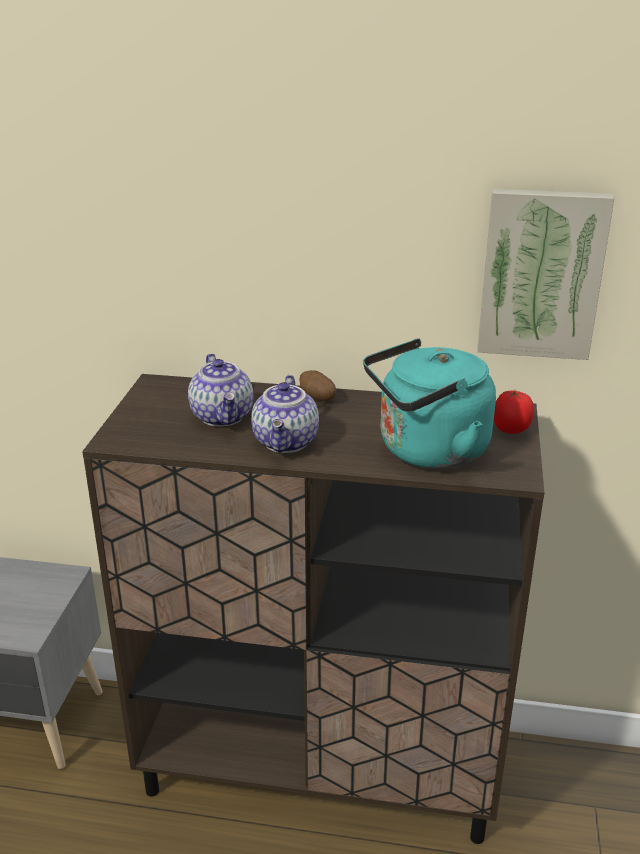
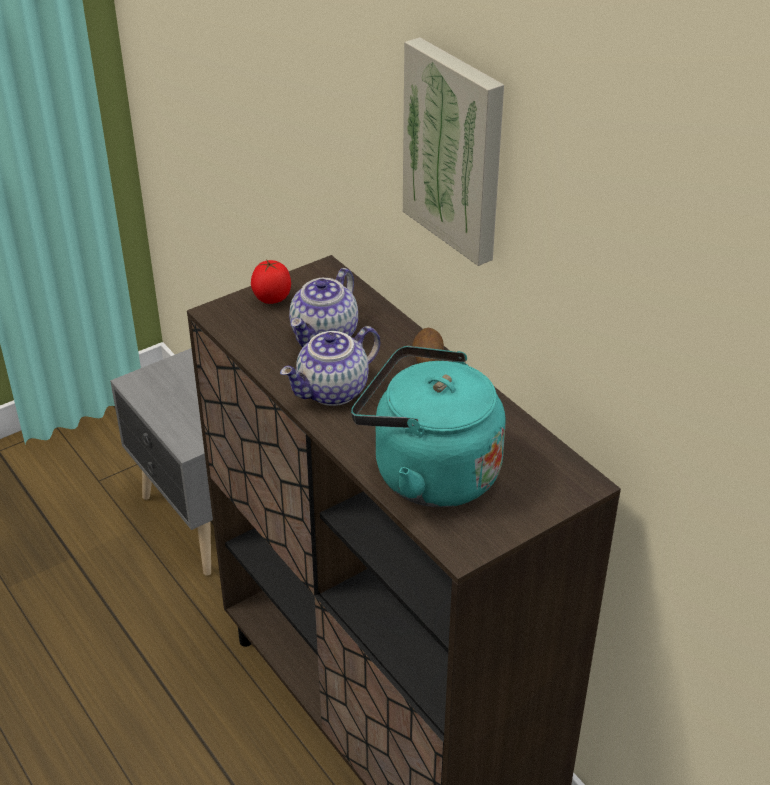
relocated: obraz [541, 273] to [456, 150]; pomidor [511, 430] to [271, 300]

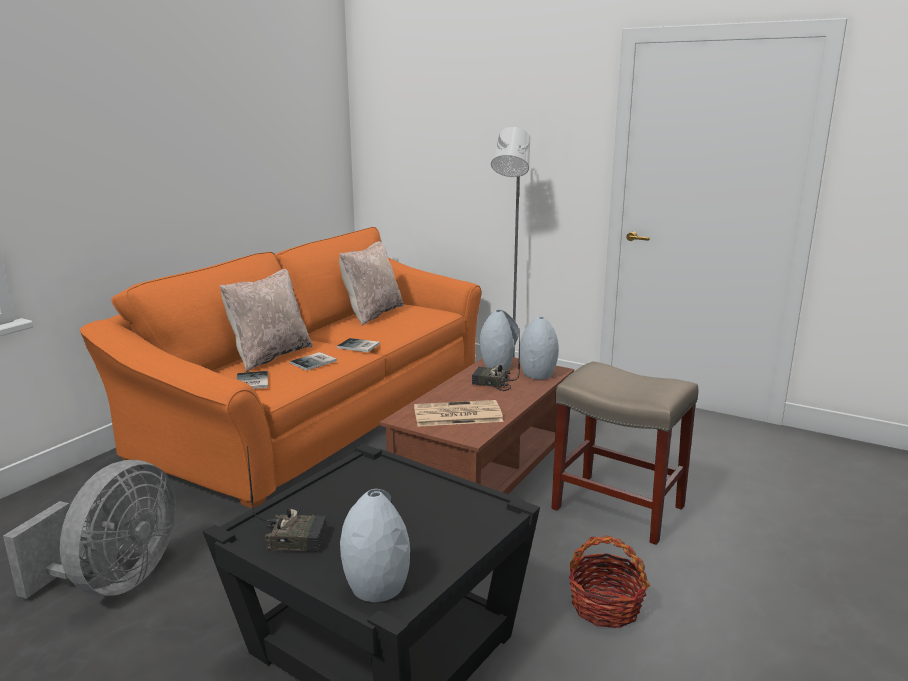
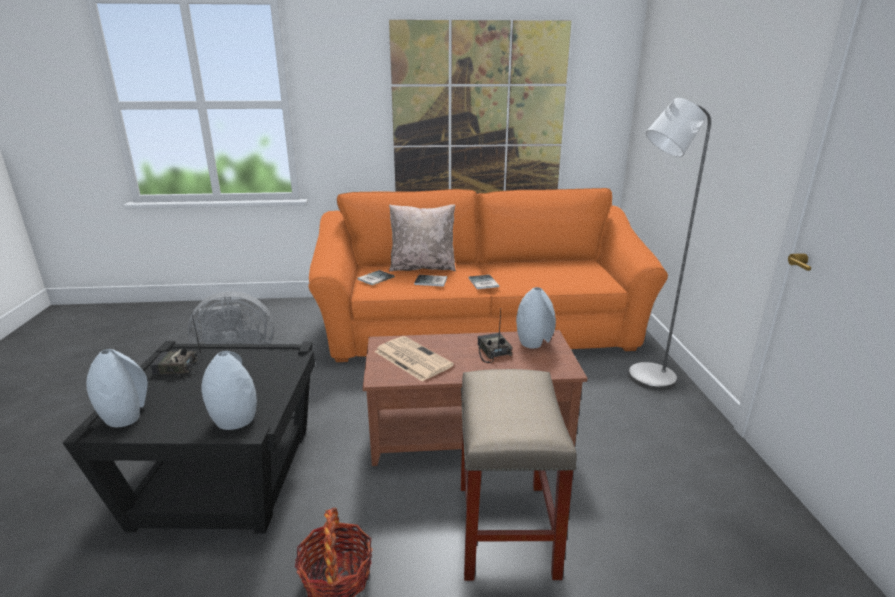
missing: poduszka/beżowy [372, 314]
appeared: obraz [478, 115]
relocated: wazon/szary [537, 375] to [234, 419]
spun: radio [296, 537] = [176, 369] 120 degrees clockwise

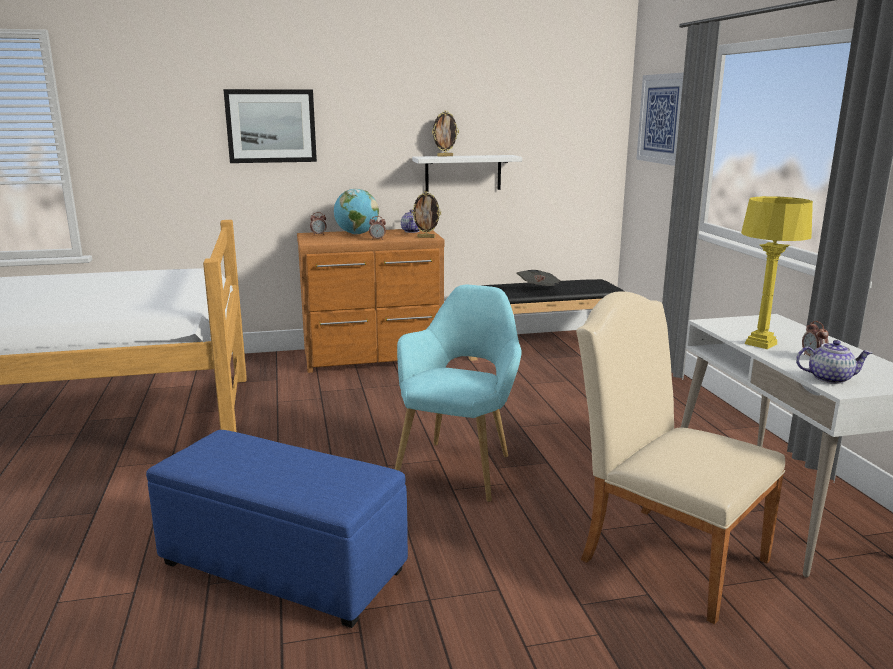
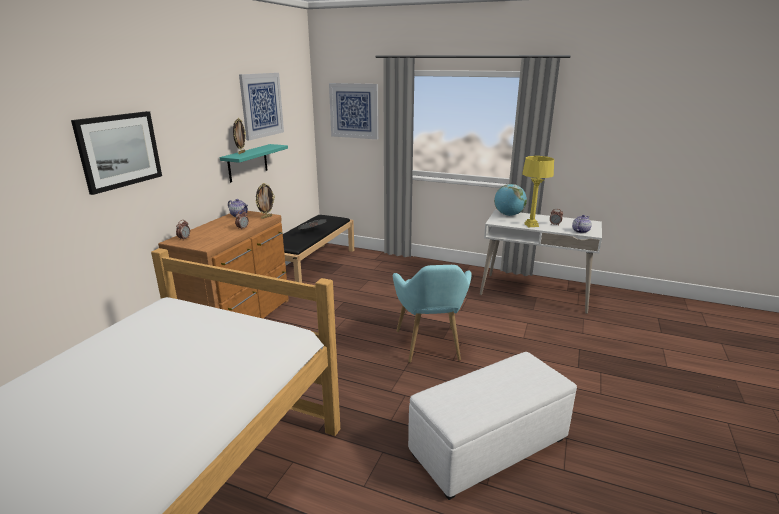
missing: krzesło/beżowy [663, 554]
appeared: obraz [261, 105]
relocated: globus [356, 234] to [508, 215]
colour: pufa/niebieski [284, 567] to pufa/biały [489, 446]; półka/biały [463, 173] to półka/turkusowy [247, 163]
spun: fotel/turkusowy [459, 466] = [430, 348] 150 degrees counterclockwise

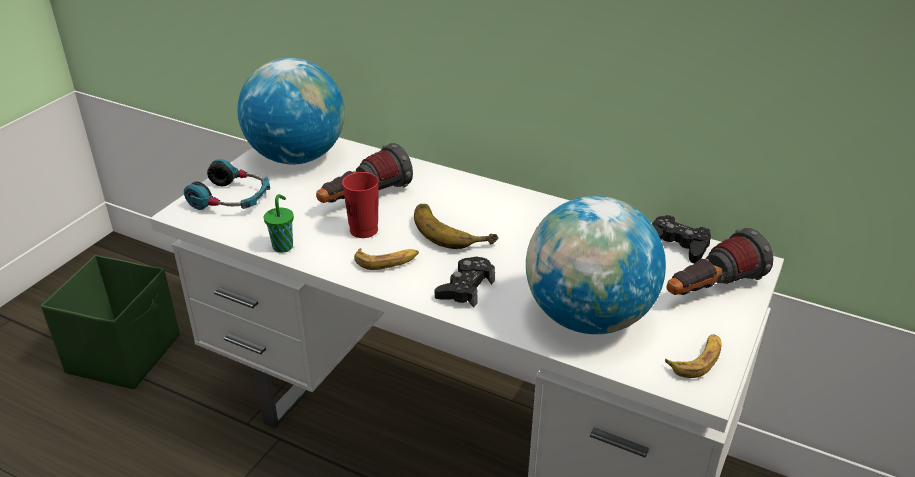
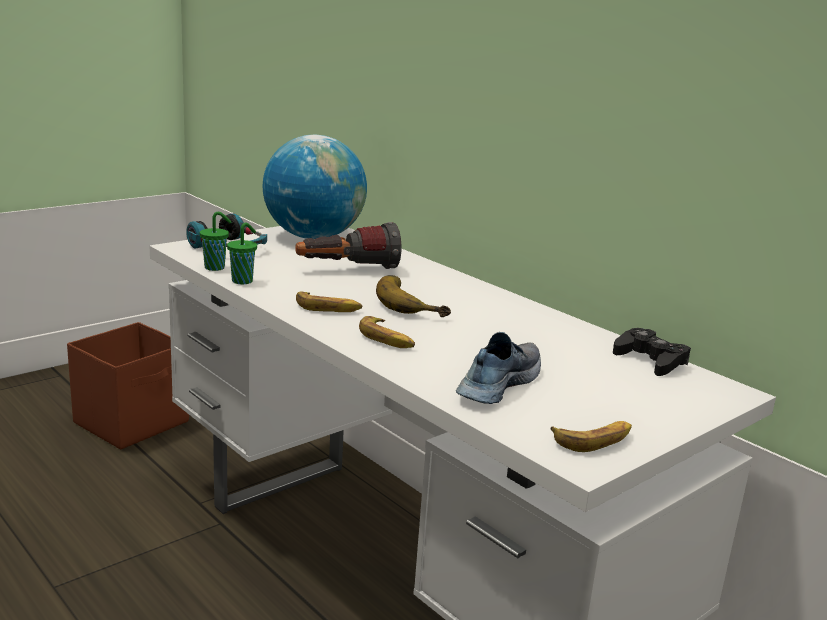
missing: filiżanka/czerwony [363, 230]; latarka [710, 290]
appeared: filiżanka/zielony [216, 268]
exchanged: pad do gier/czarny [465, 288] to banan [387, 339]; globus [587, 317] to but [496, 384]
colour: pojemnik do przechowywania/zielony [126, 353] to pojemnik do przechowywania/brązowy [133, 422]

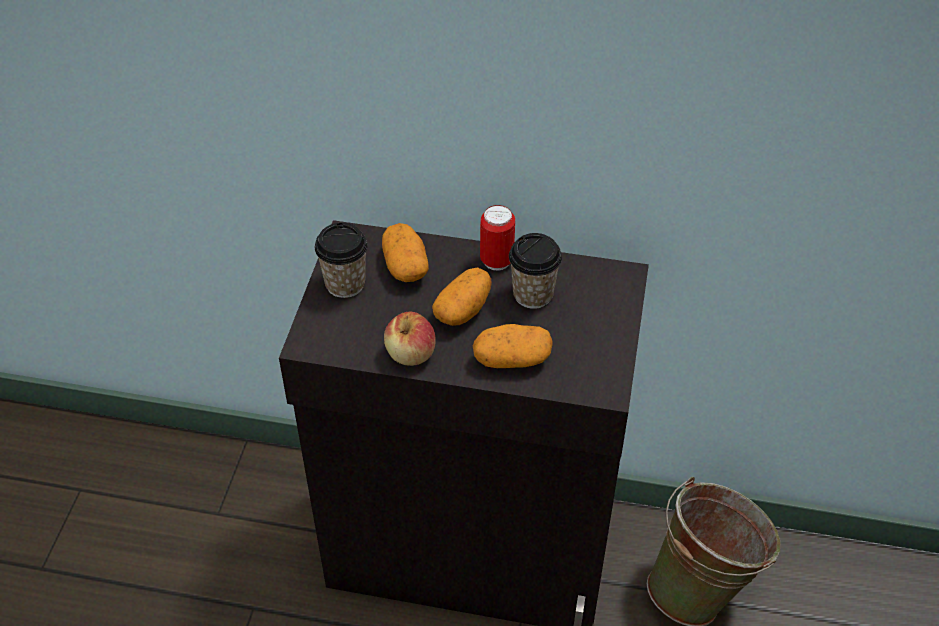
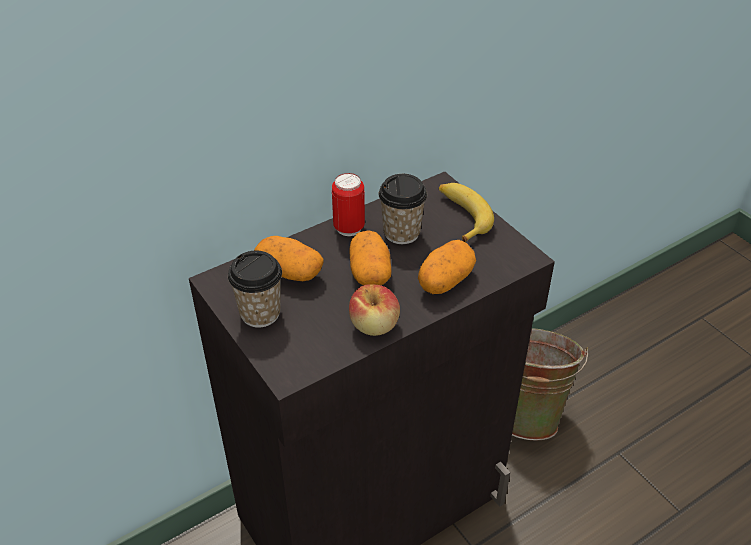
appeared: banan [461, 216]

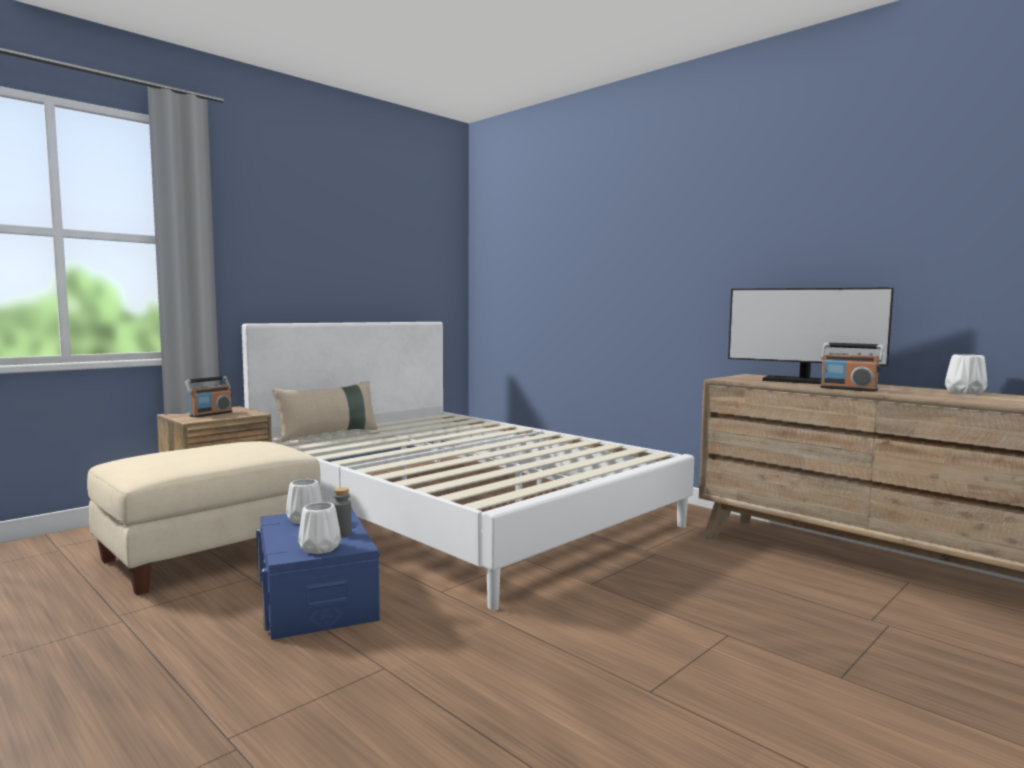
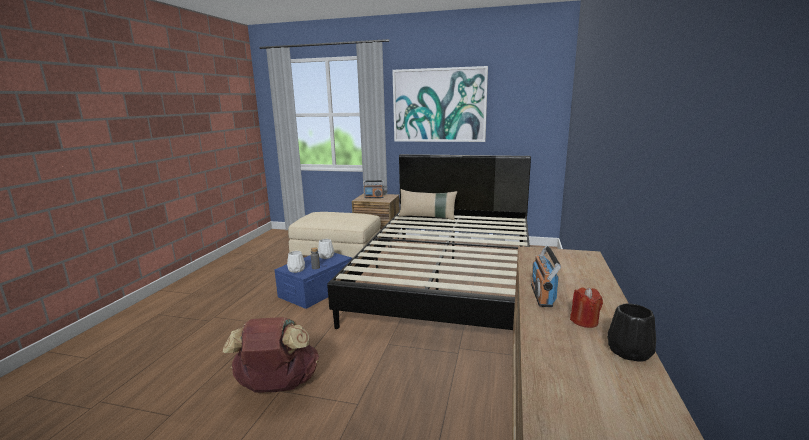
missing: monitor [803, 381]
appeared: plecak/brązowy [277, 386]; obraz [439, 105]; świeca/czerwony [584, 321]
colour: łóżko/biały [456, 510] to łóżko/czarny [448, 279]; wazon/biały [965, 392] to wazon/czarny [630, 352]

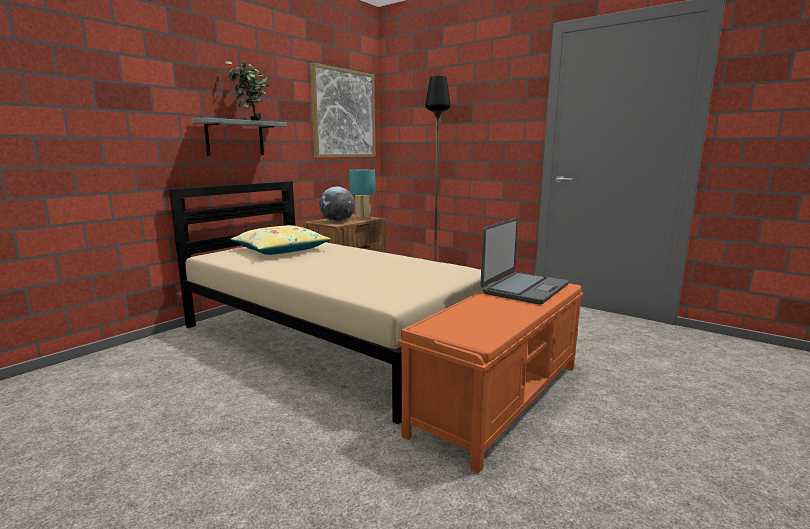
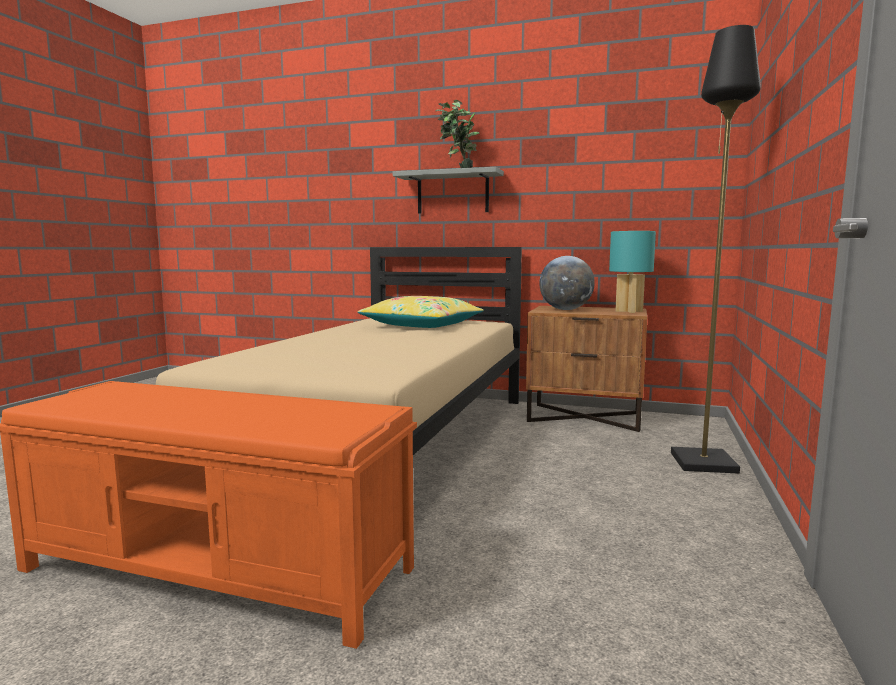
missing: obraz [344, 114]; laptop [524, 289]

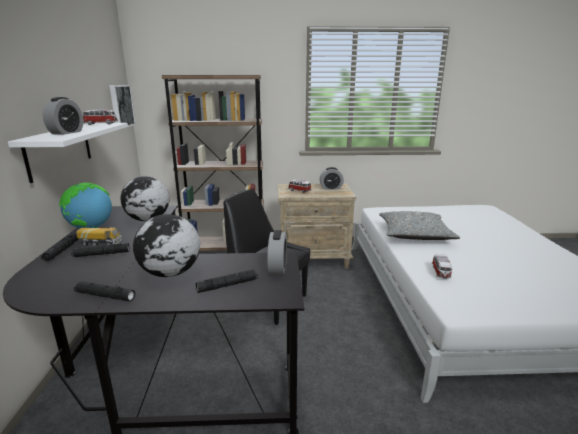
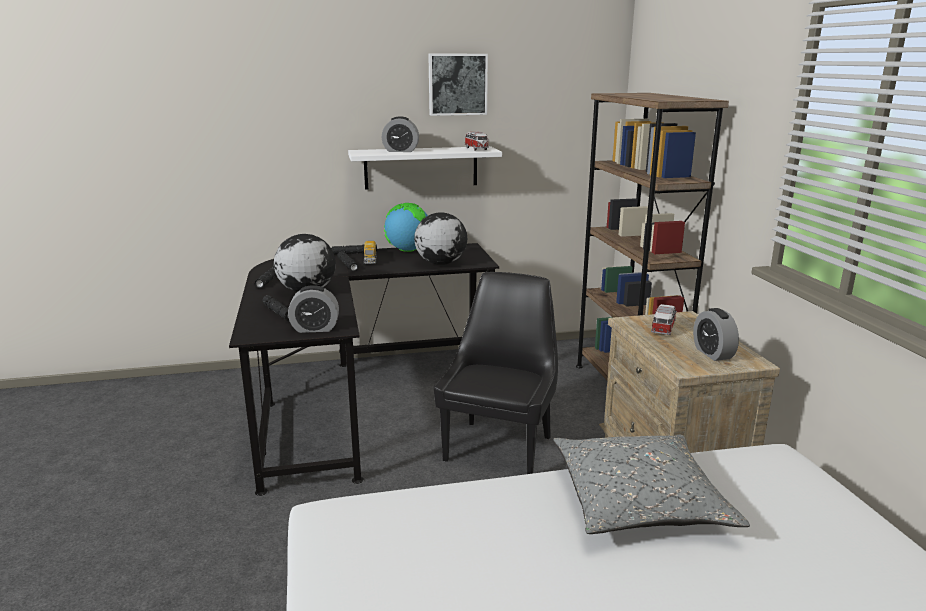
missing: samochodzik [441, 272]
relocated: obraz [120, 106] to [457, 84]

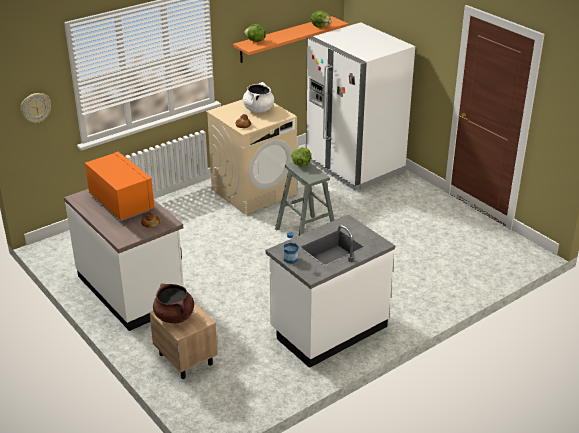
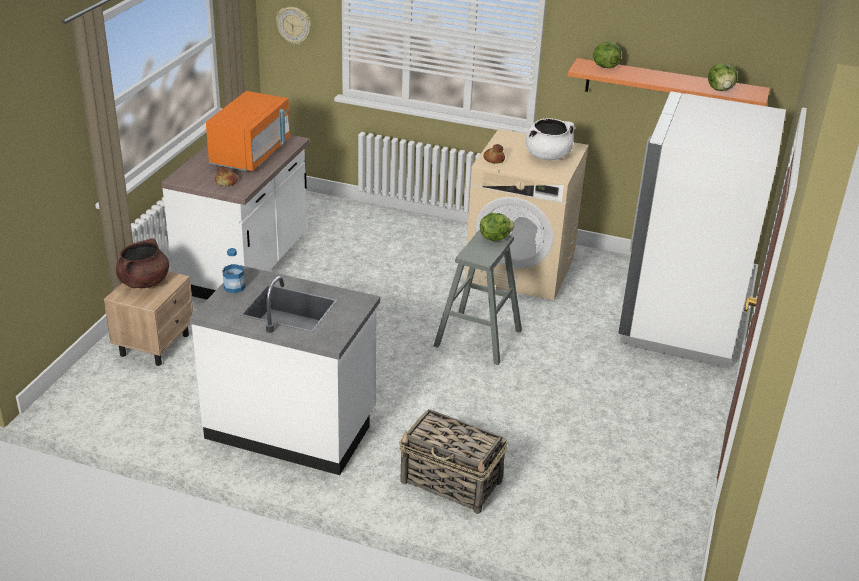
appeared: koszyk [452, 482]

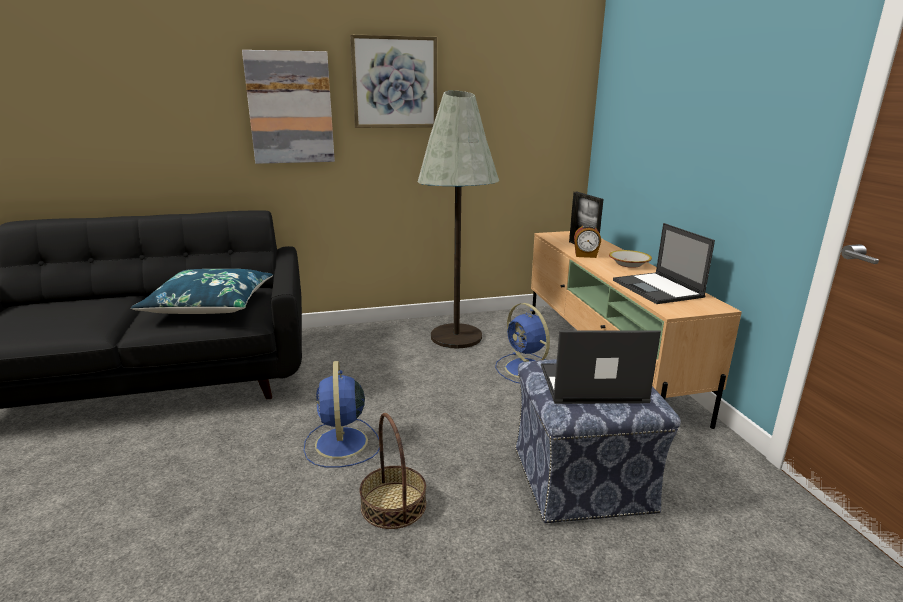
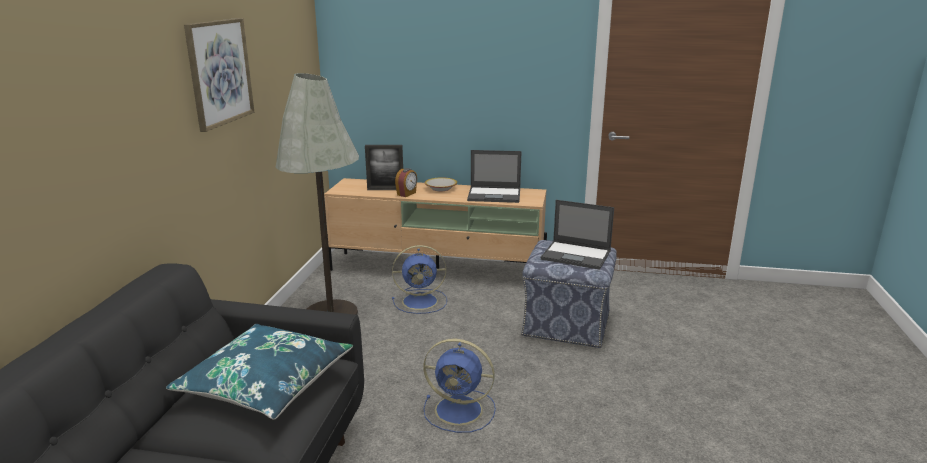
missing: obraz [290, 108]; koszyk [393, 505]
spun: laptop [590, 384] = [577, 255] 90 degrees counterclockwise

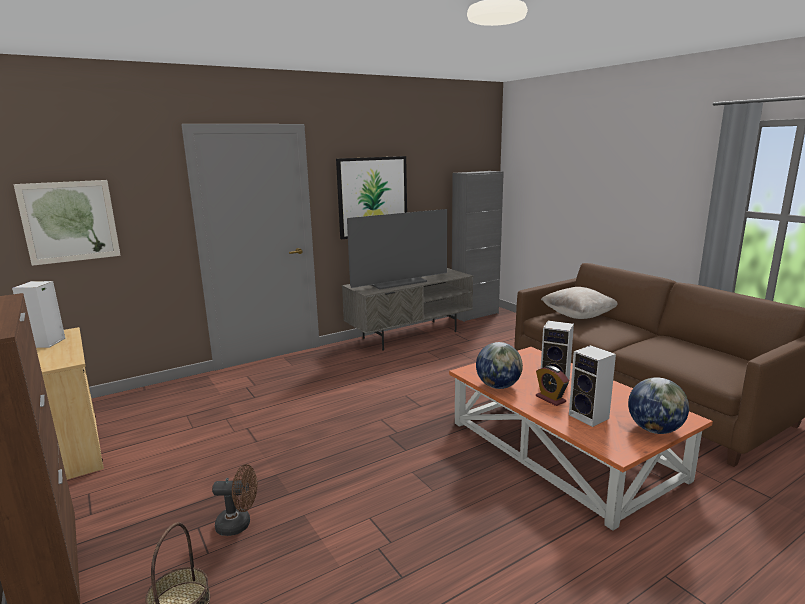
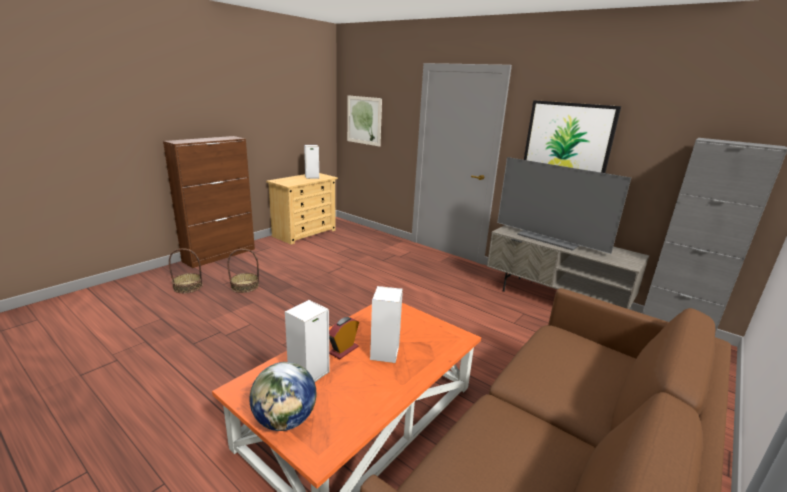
missing: globus [498, 386]; poduszka/beżowy [578, 316]
exchanged: wentylator/brązowy [239, 524] to koszyk [245, 286]

